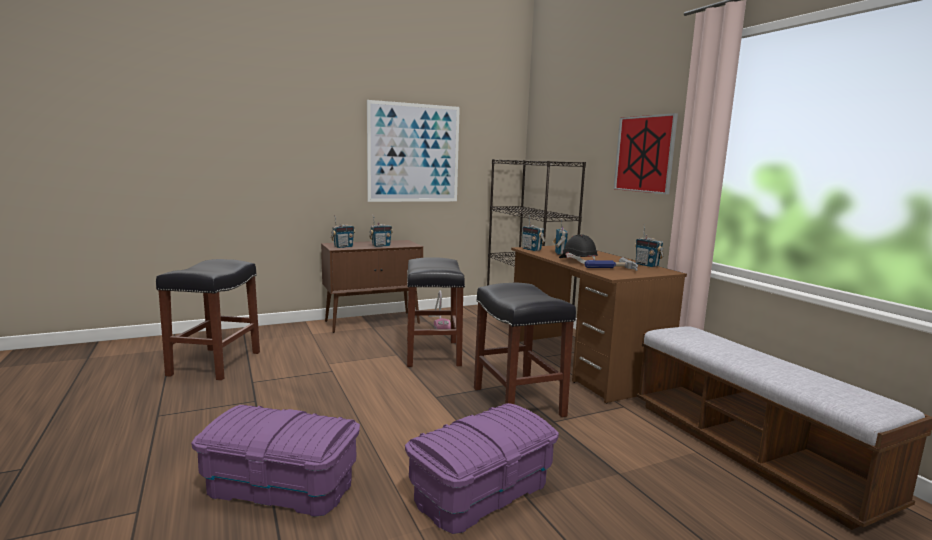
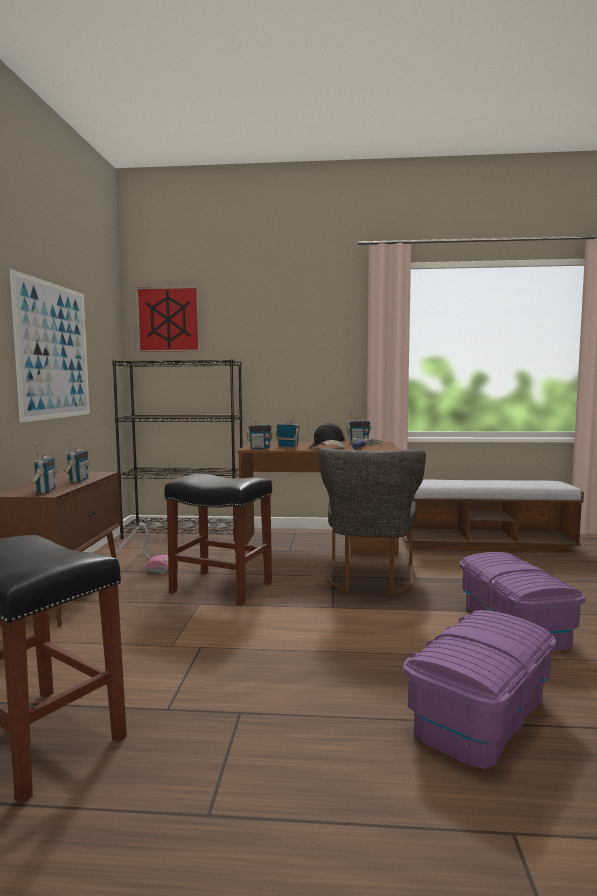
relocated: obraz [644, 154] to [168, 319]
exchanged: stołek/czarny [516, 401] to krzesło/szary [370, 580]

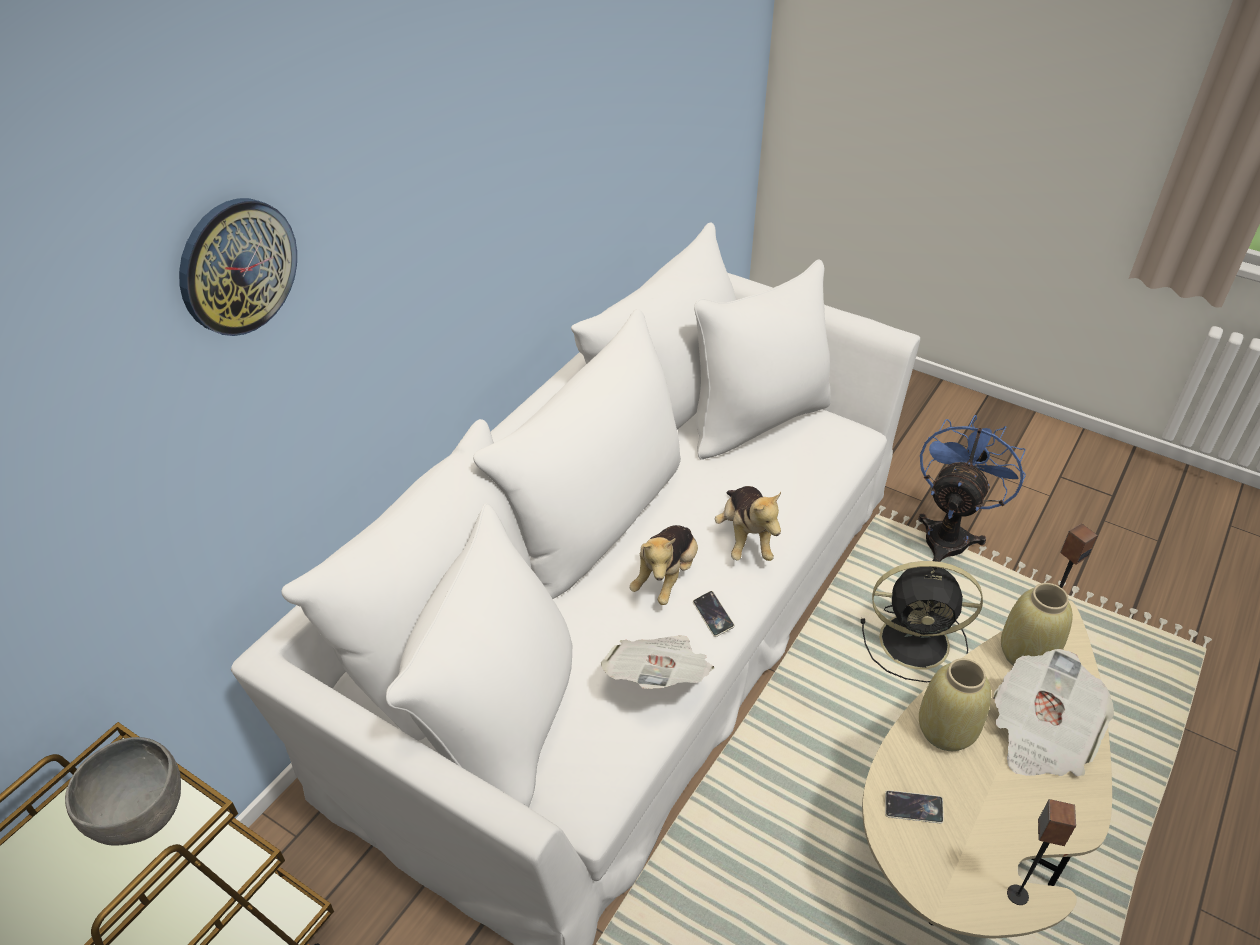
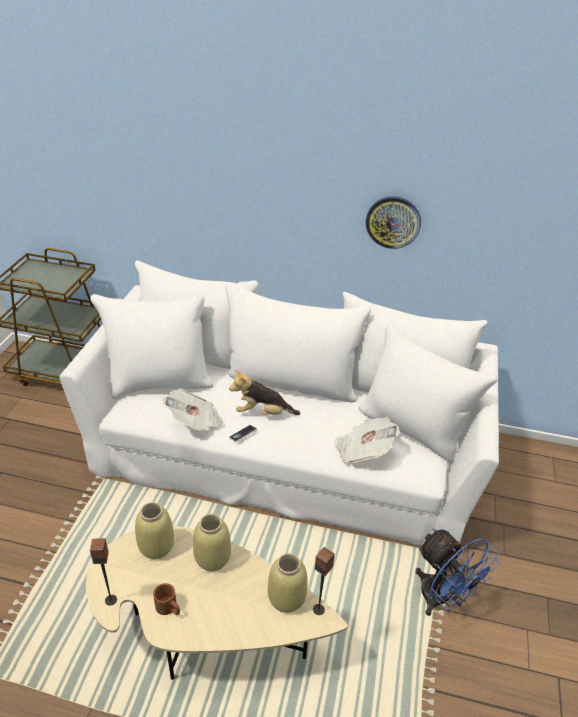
missing: miska/szary [141, 817]; pluszak [745, 538]; wentylator/czarny [917, 642]
appeared: kubek/brązowy [169, 608]
relocated: zegar ścienny [237, 266] to [393, 222]; gazeta [1040, 734] to [363, 451]
exchanged: telefon [913, 809] to wazon/beżowy [156, 547]
spun: wentylator/niebieski [949, 534] = [442, 599] 45 degrees clockwise

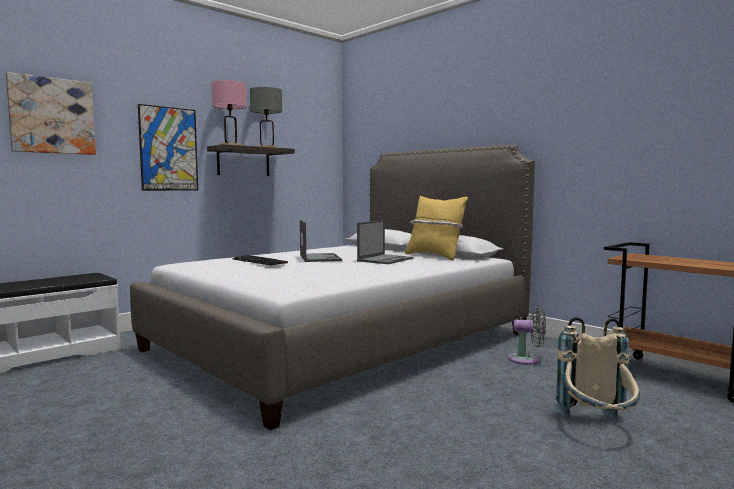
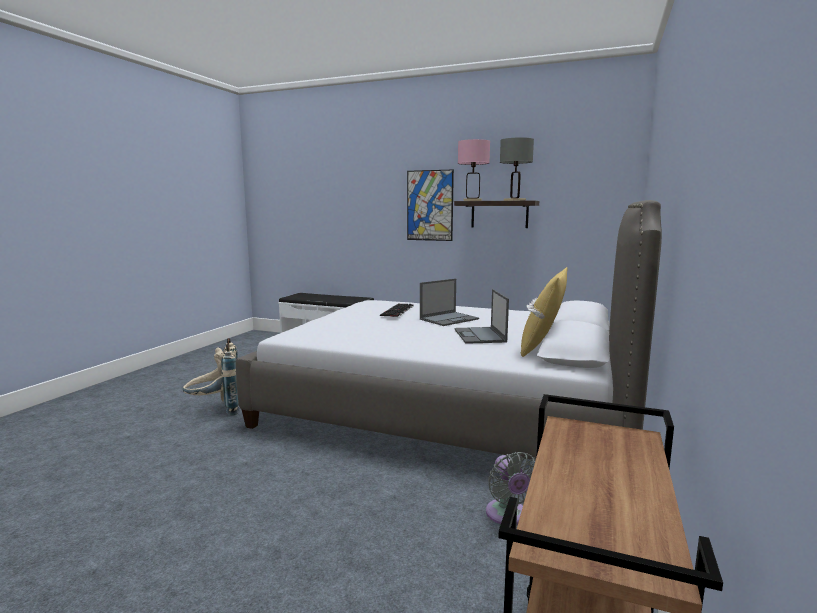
missing: obraz [52, 116]
relocated: plecak/beżowy [597, 428] to [215, 410]
spun: laptop [385, 259] = [480, 336] 75 degrees clockwise

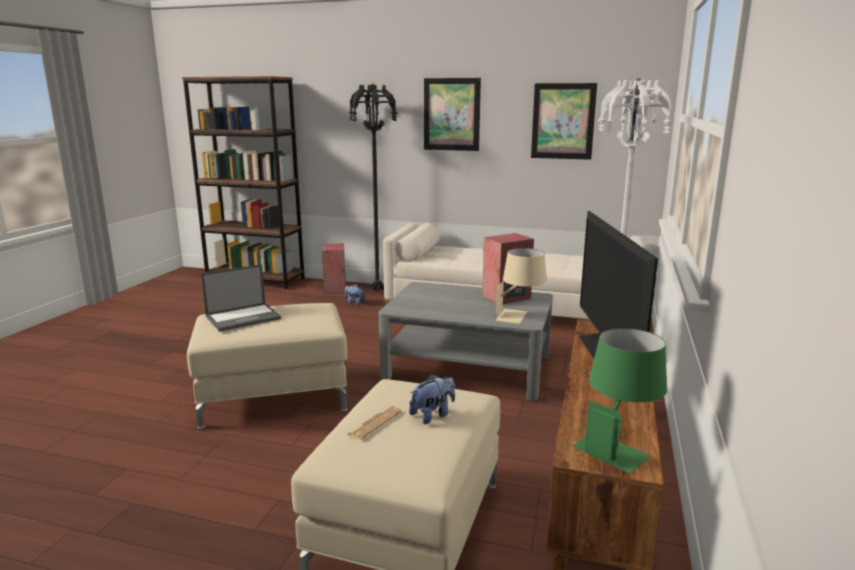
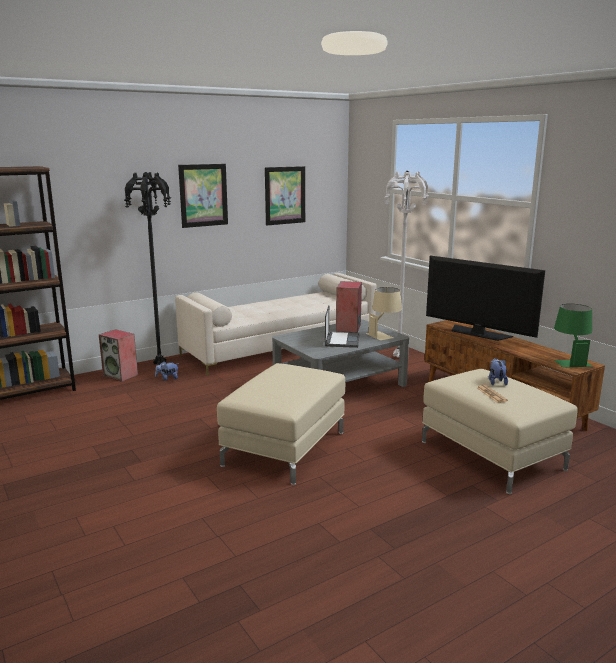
relocated: laptop [244, 317] to [342, 340]

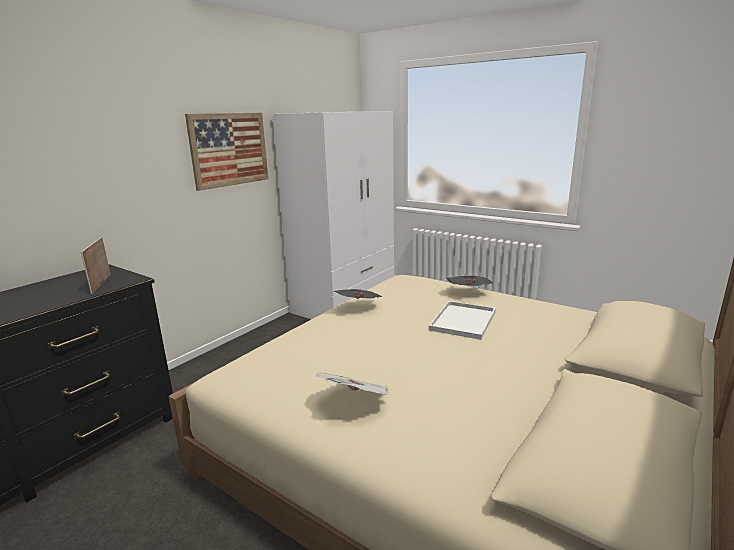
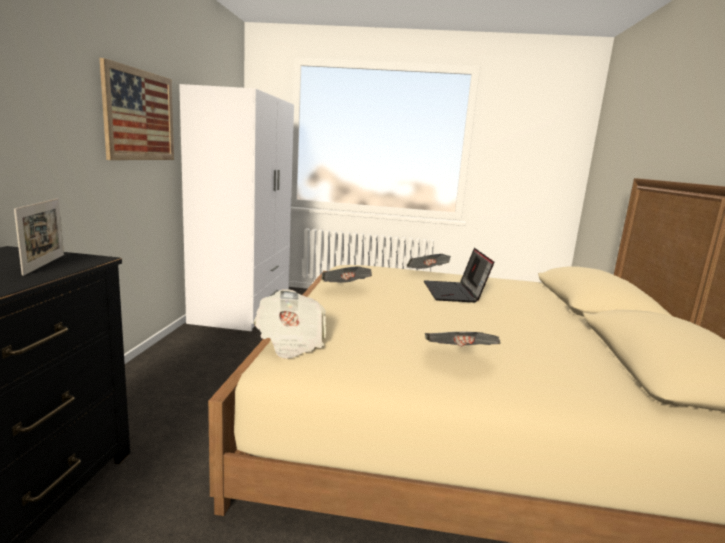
appeared: gazeta [290, 342]
exchanged: taca/biały [463, 321] to laptop [455, 293]
spun: ramka na zdjęcie [101, 283] = [44, 264] 150 degrees counterclockwise

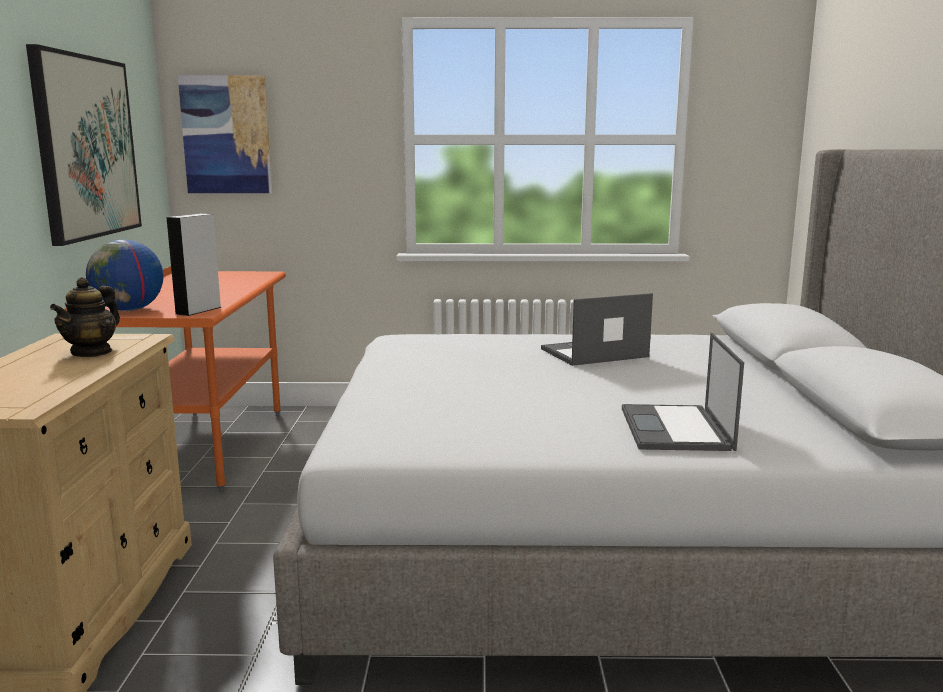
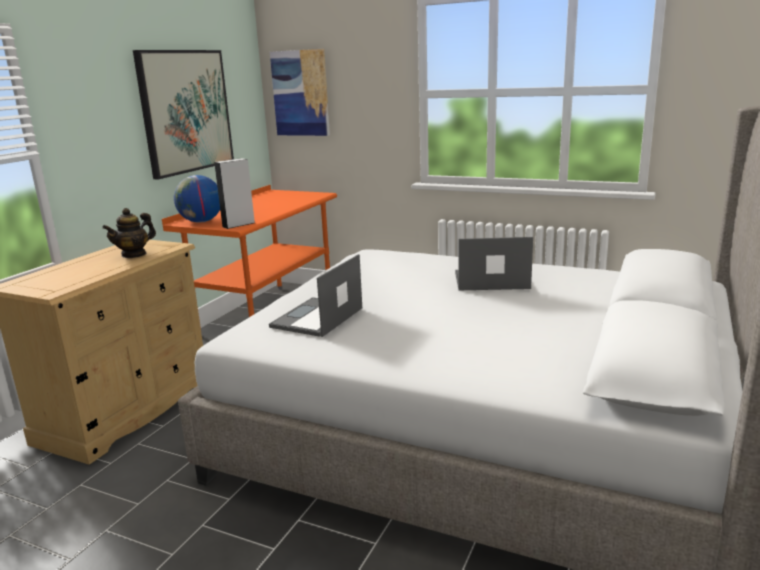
relocated: laptop [676, 429] to [317, 318]

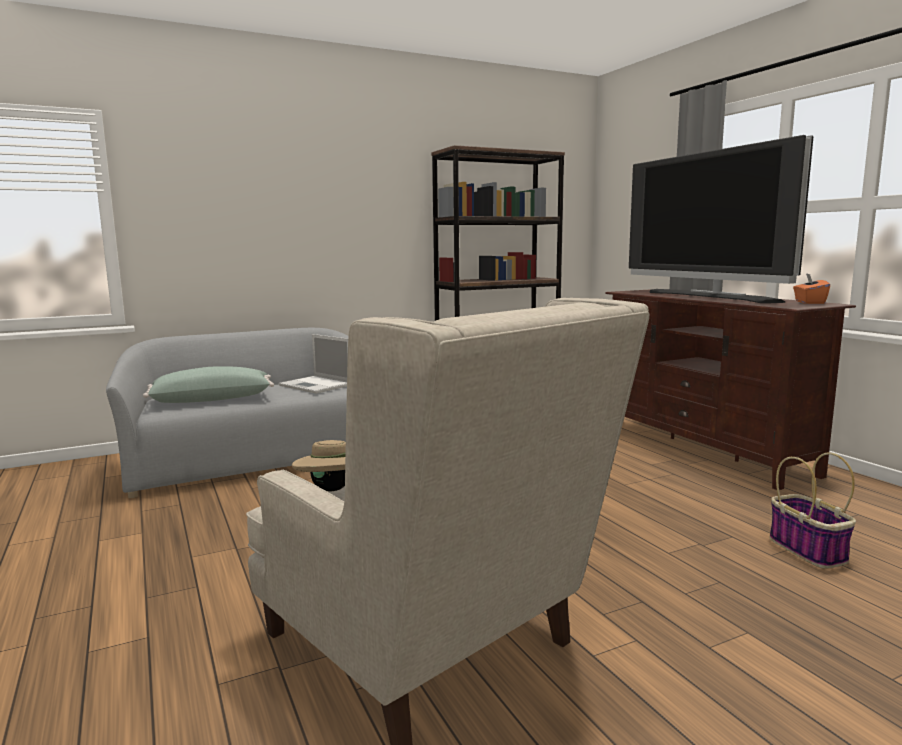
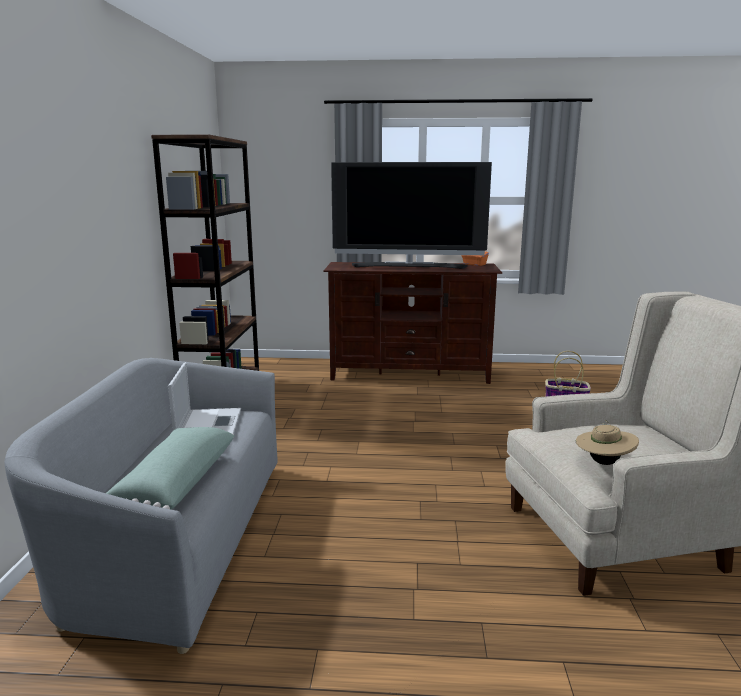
spun: laptop [317, 385] = [208, 424] 75 degrees counterclockwise

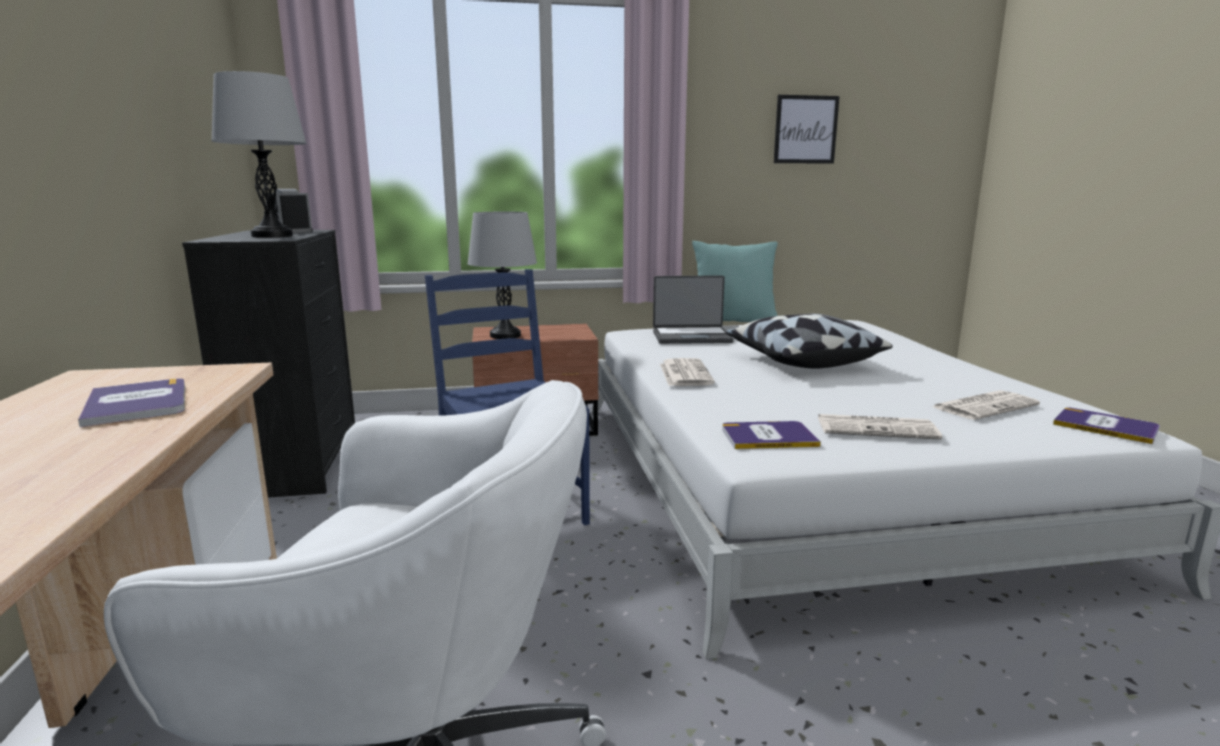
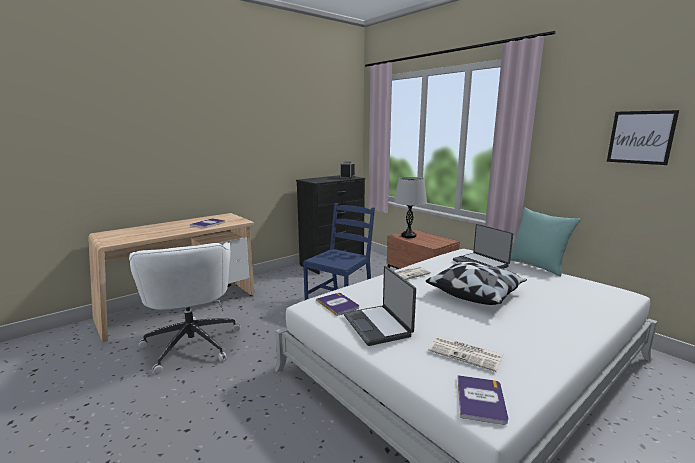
missing: lampa stołowa/szary [272, 236]
exchanged: gazeta [877, 428] to laptop [378, 325]

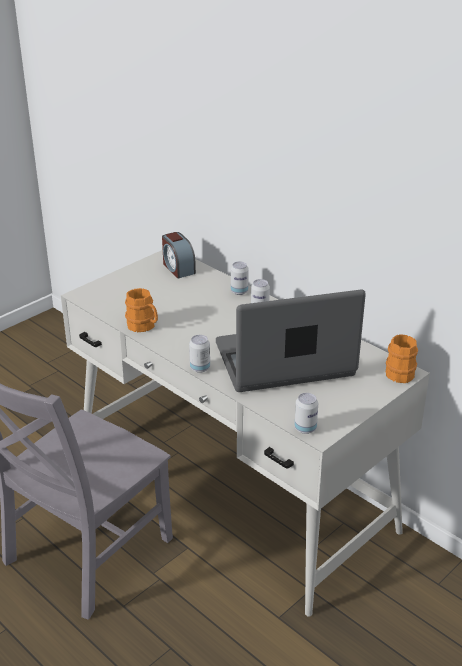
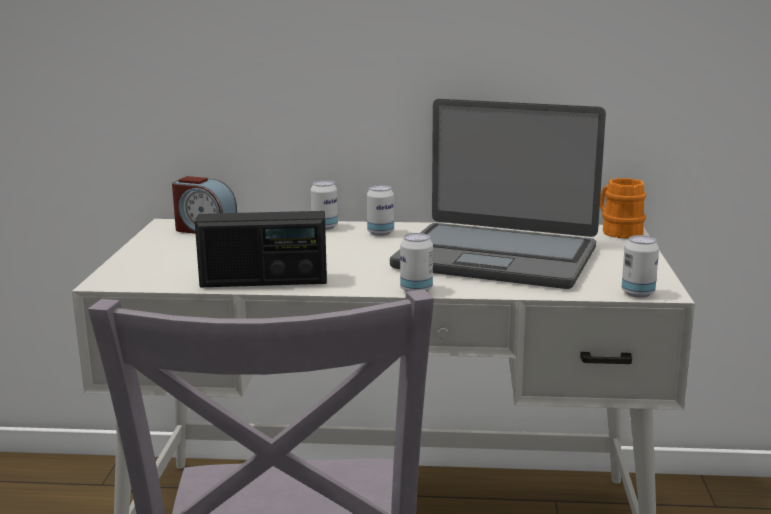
exchanged: kubek/pomarańczowy [143, 326] to radio [264, 281]
spun: laptop [285, 361] = [496, 257] 105 degrees counterclockwise

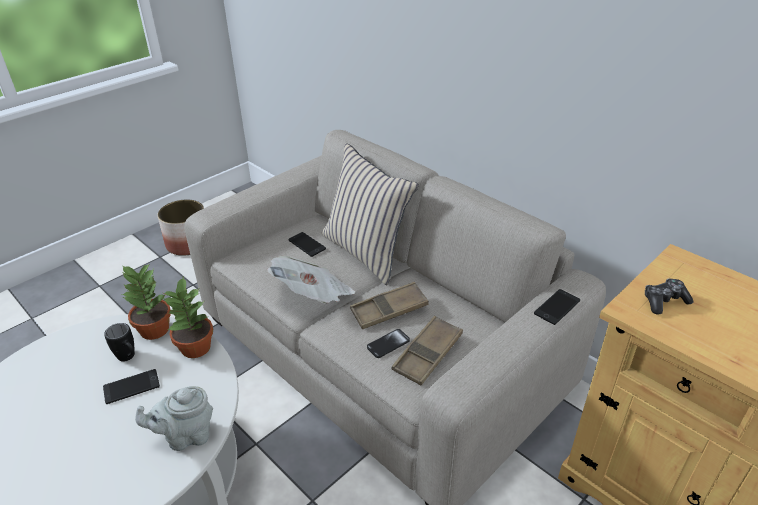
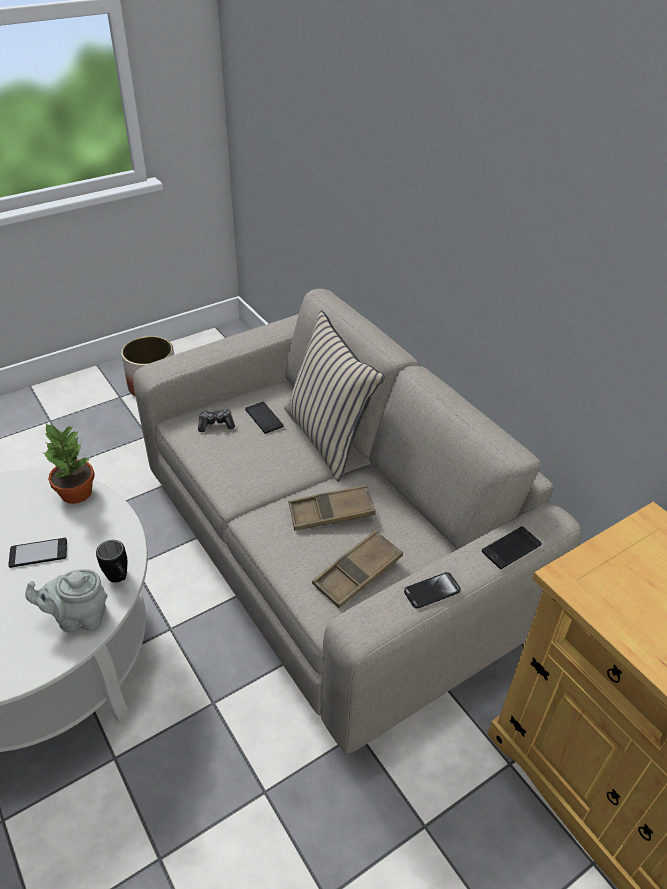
missing: roślina doniczkowa [195, 348]; gazeta [314, 296]
relocated: kubek/czarny [129, 358] to [120, 579]; telefon [388, 344] to [432, 591]; pad do gier [664, 301] to [216, 424]

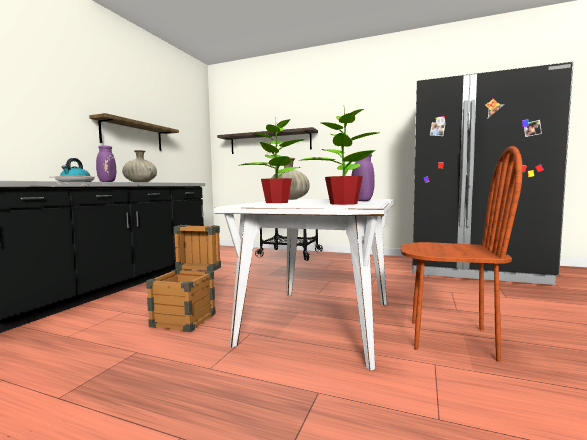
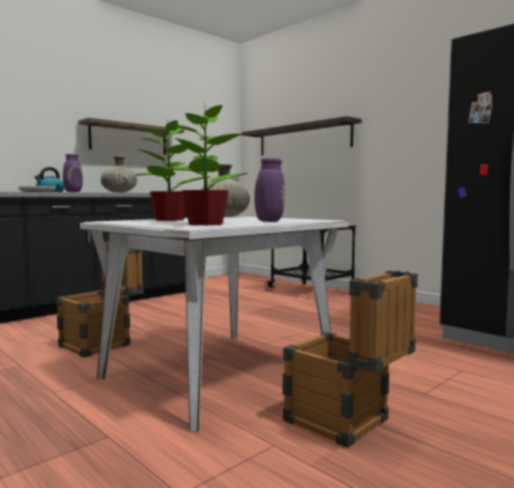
exchanged: krzesło/brązowy [451, 339] to skrzynka [346, 425]

